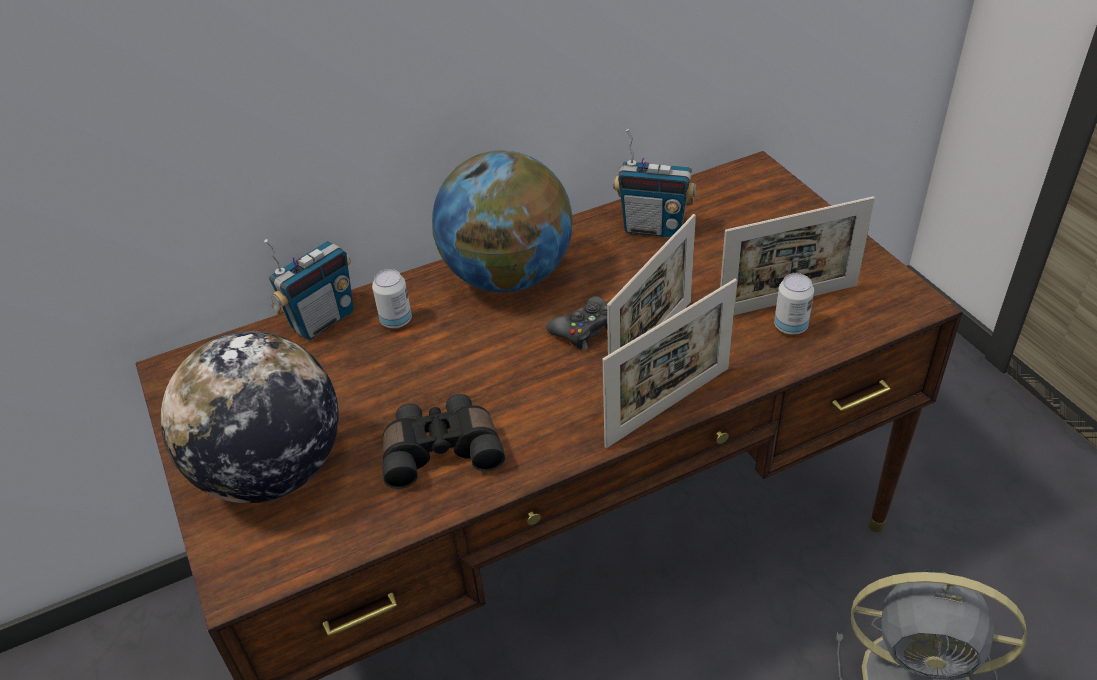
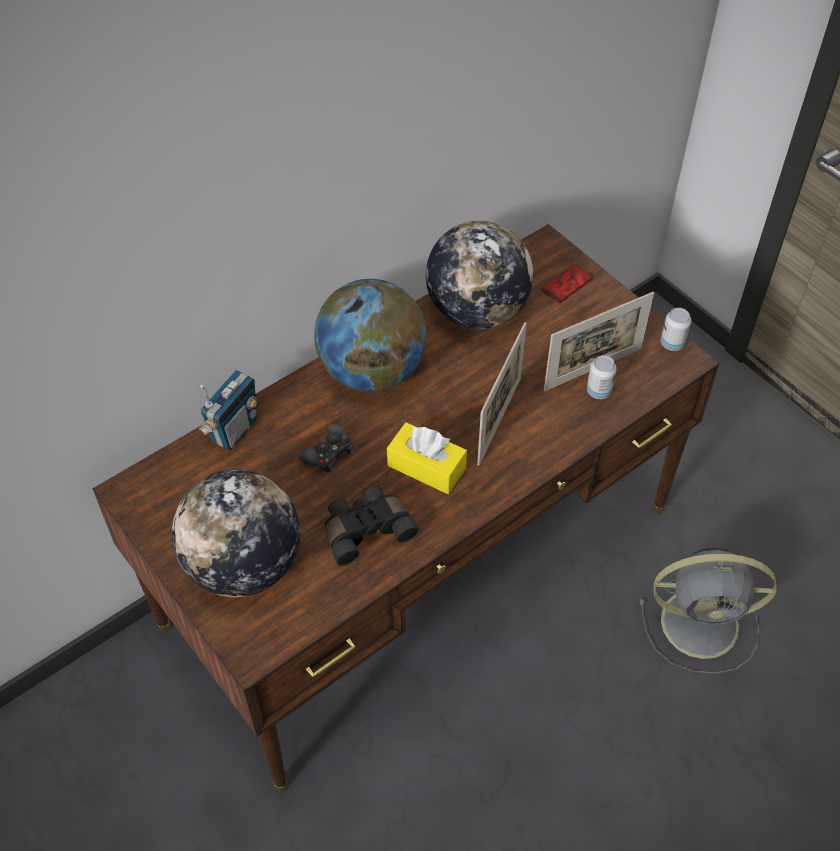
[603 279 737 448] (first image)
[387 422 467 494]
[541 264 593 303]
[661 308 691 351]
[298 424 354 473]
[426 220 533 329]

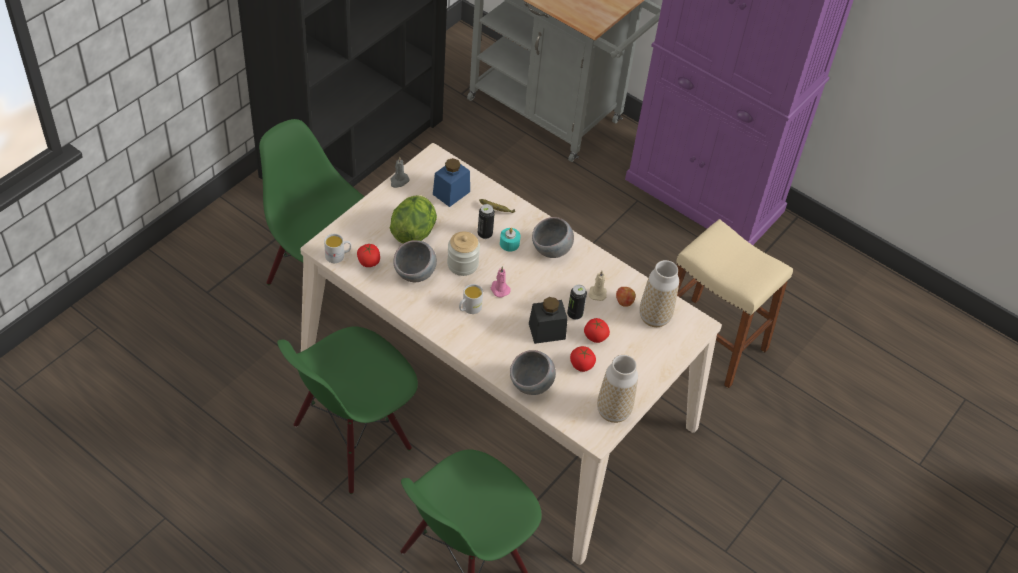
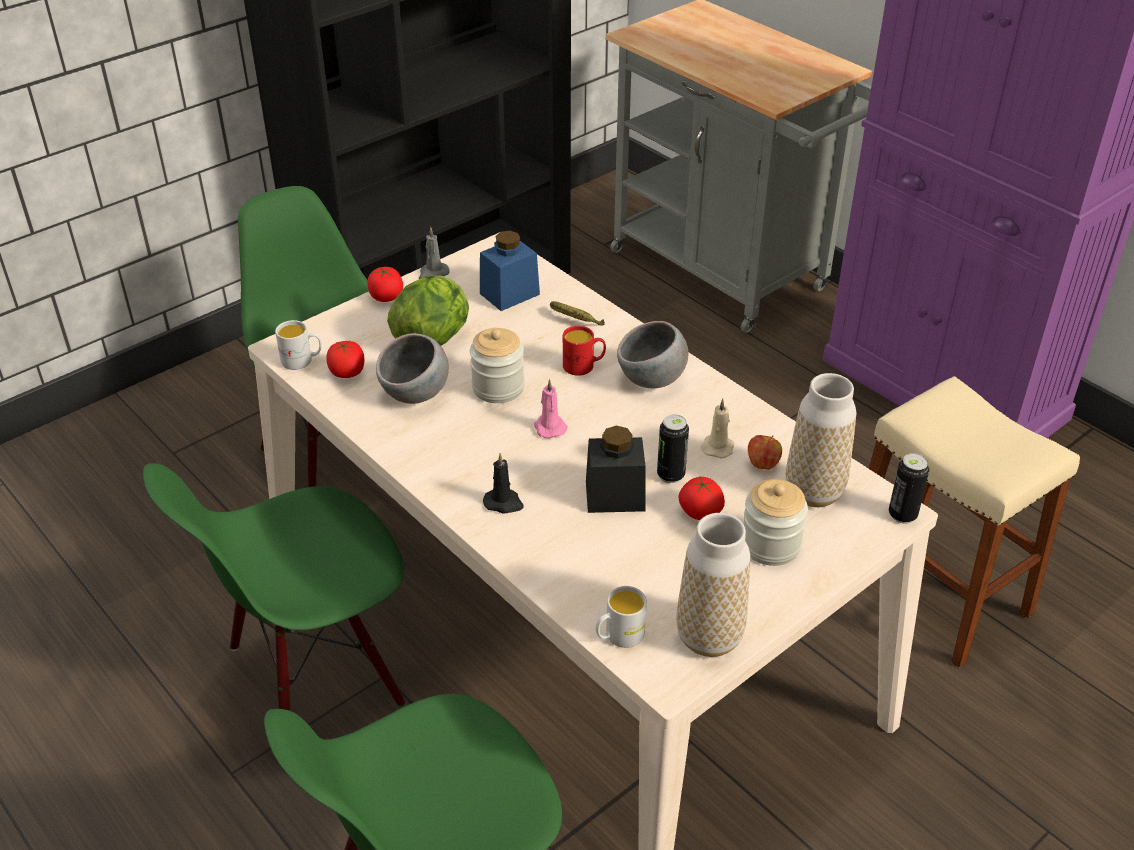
[510 350 556 395] (first image)
[483 453 524 514]
[744 479 808 566]
[596 586 647 648]
[889 453 929 524]
[367 267 403 302]
[563 326 606 376]

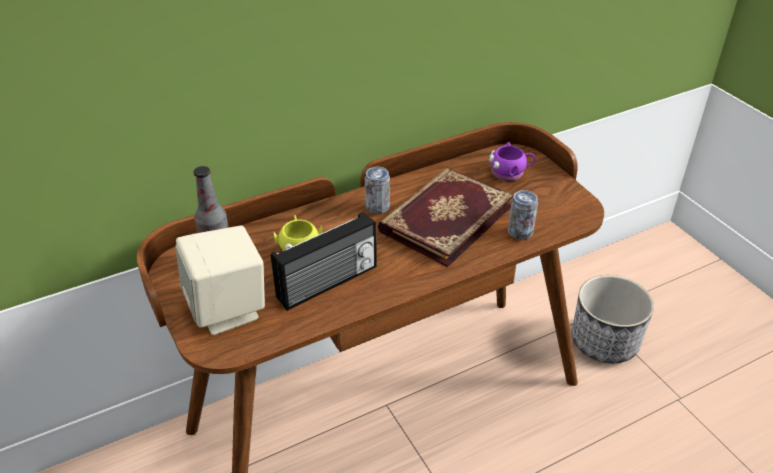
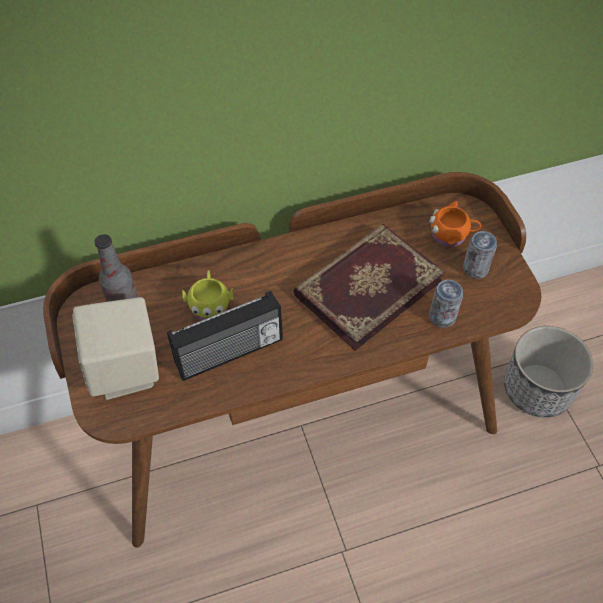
[463 231 497 278]
[429 201 481 247]

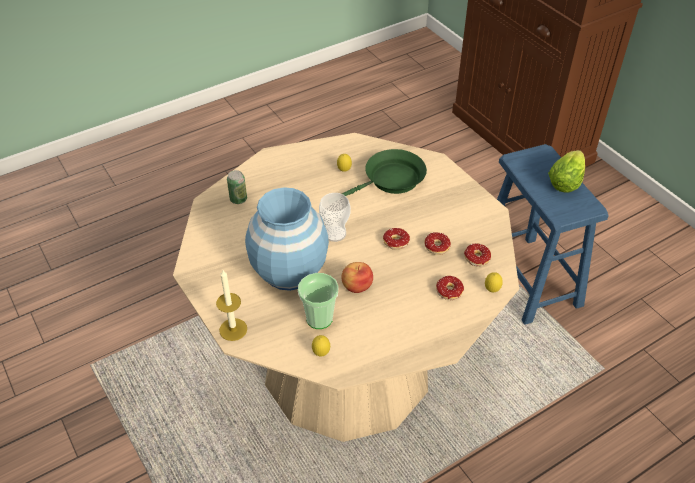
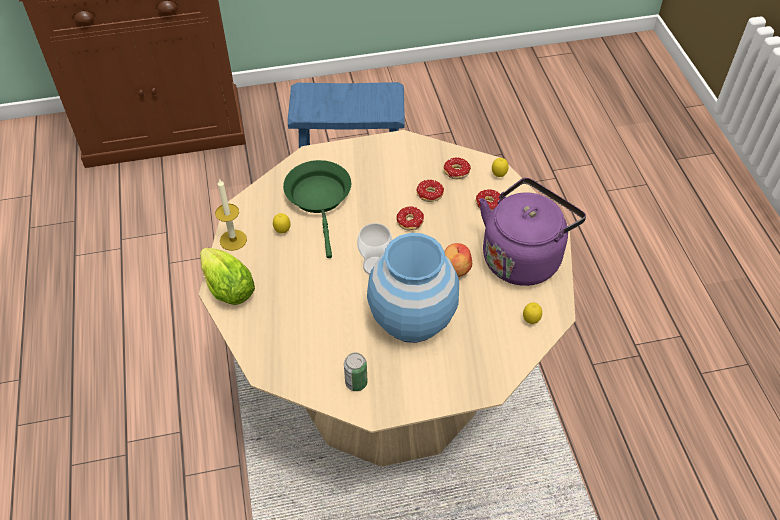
[298 273 338 329] (first image)
[479 178 586 286]
[215 178 247 251]
[344 353 367 391]
[200 248 255 305]

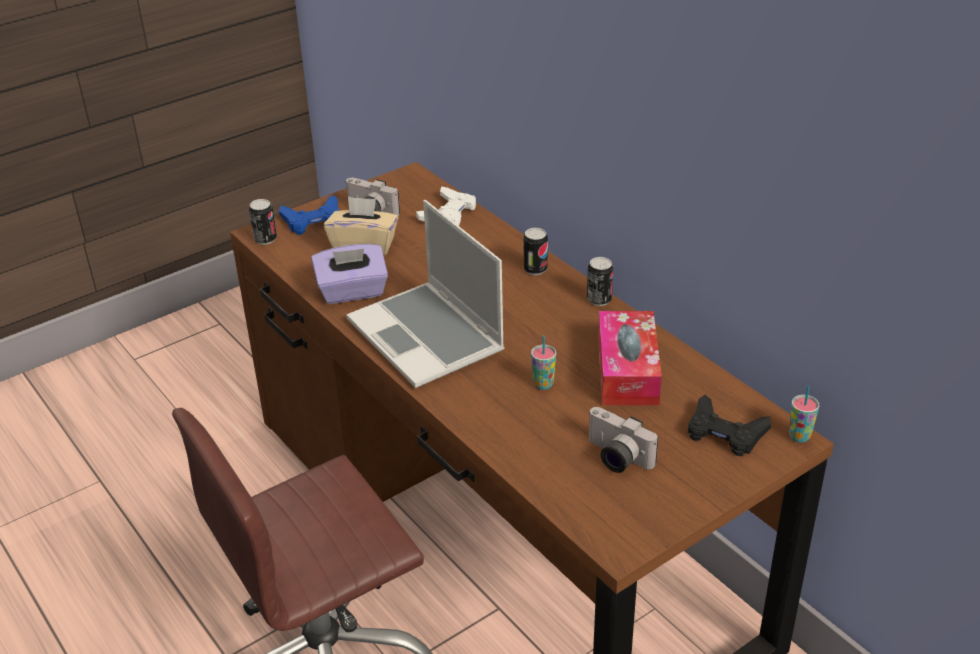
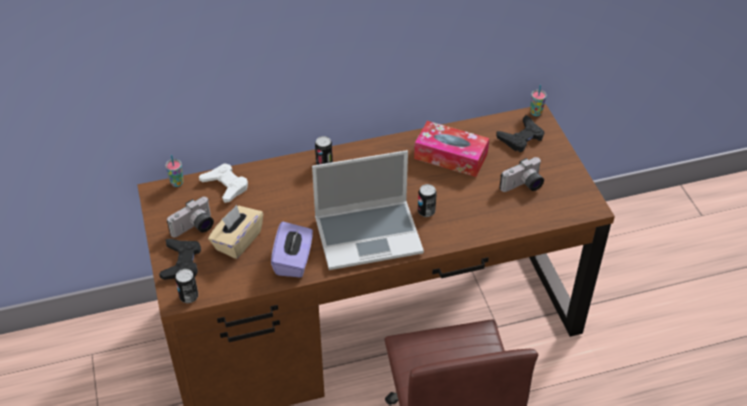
[165 155 183 187]
[418 184 437 217]
[159 238 201 280]

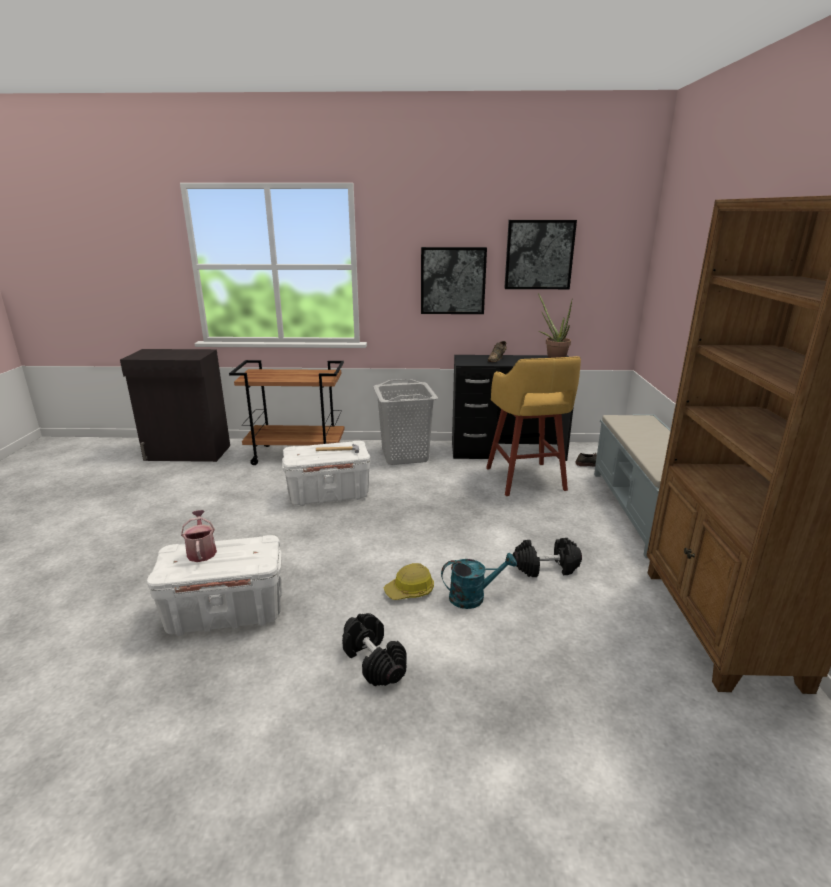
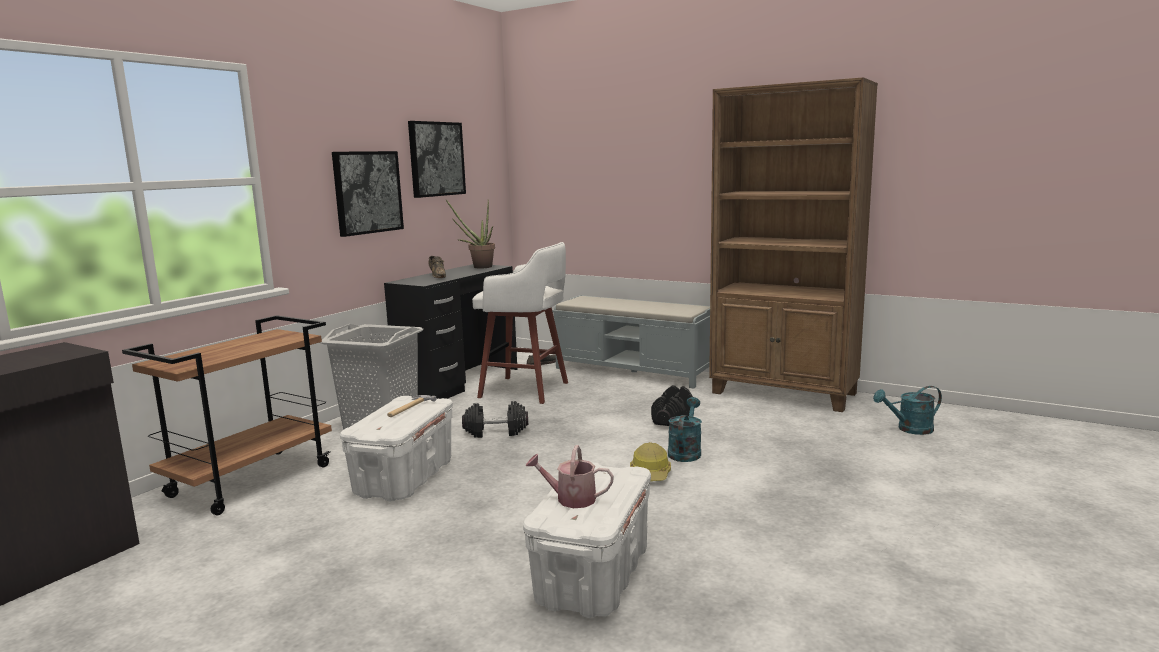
[873 386 942 435]
[462 401 528 438]
[472 242 568 404]

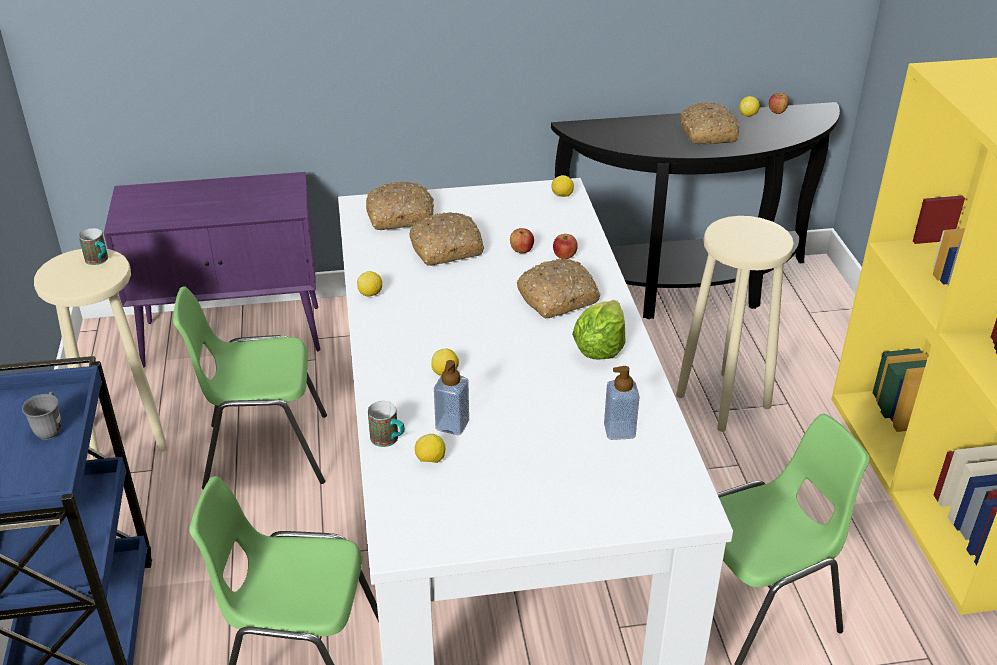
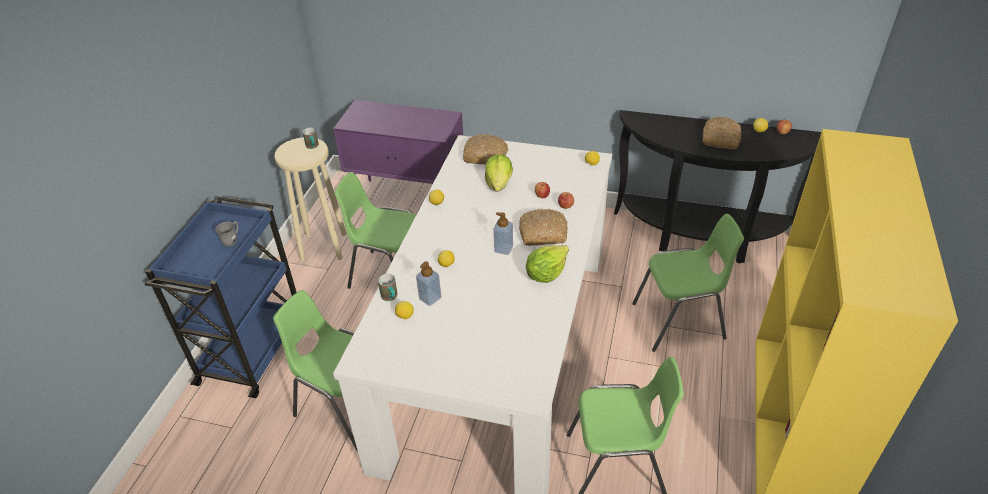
[493 212 513 255]
[485 154 513 191]
[632 214 744 352]

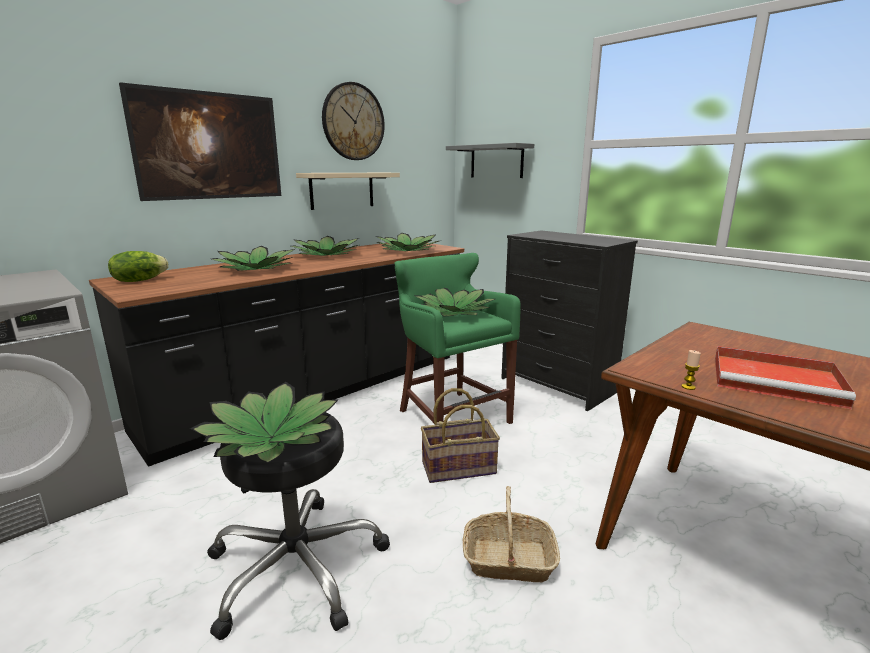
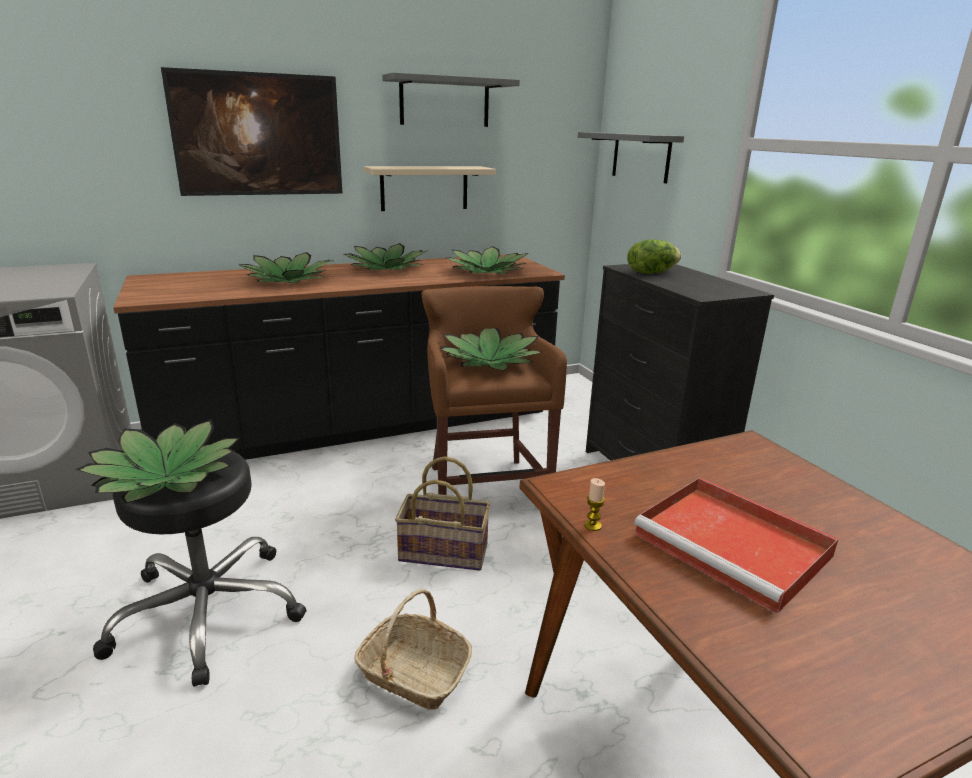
[627 239 681 274]
[382 72 520 127]
[422 286 567 495]

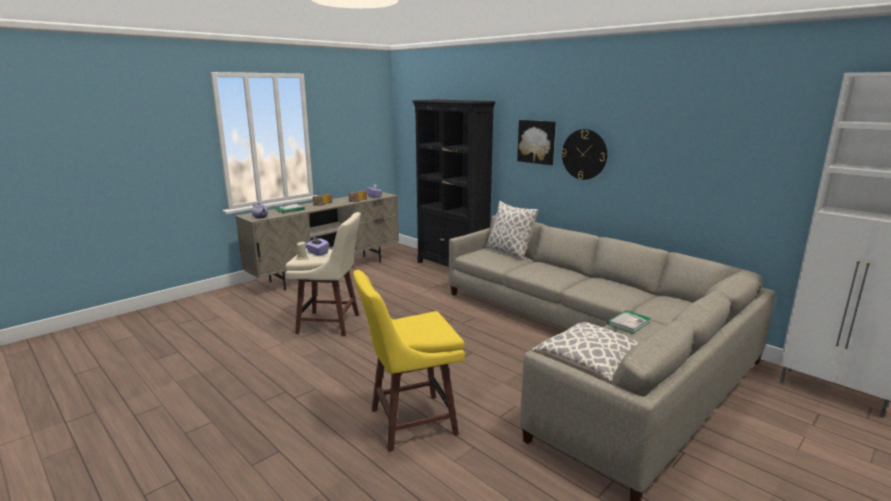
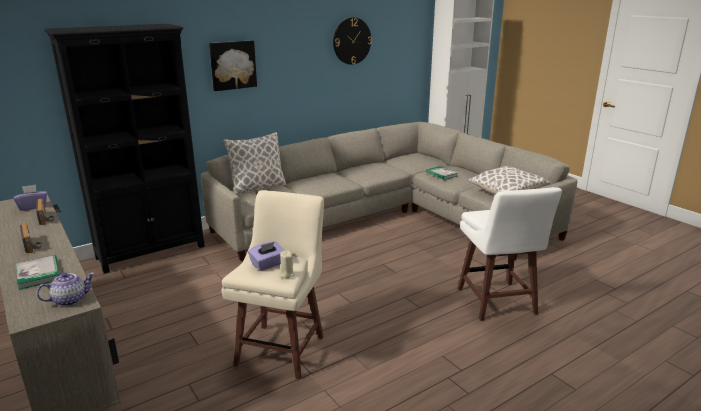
[333 17 372 65]
[457 187 562 321]

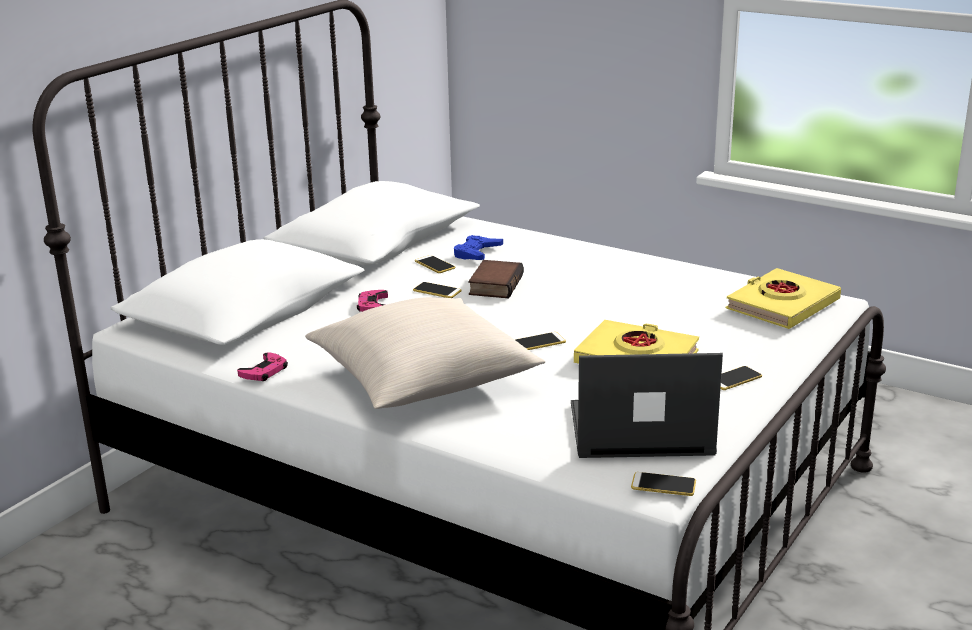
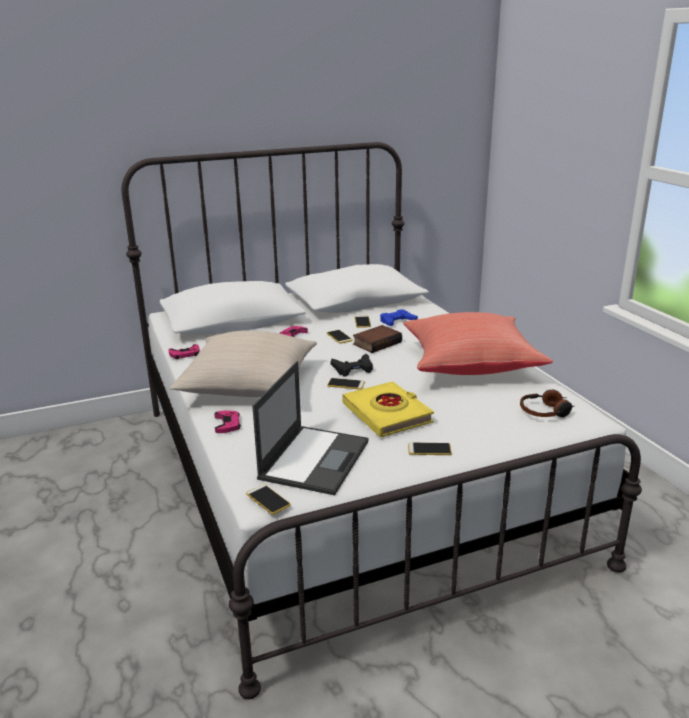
[214 411 241 433]
[331 354 373 376]
[403 312 553 375]
[520 390 575 417]
[252 361 368 495]

